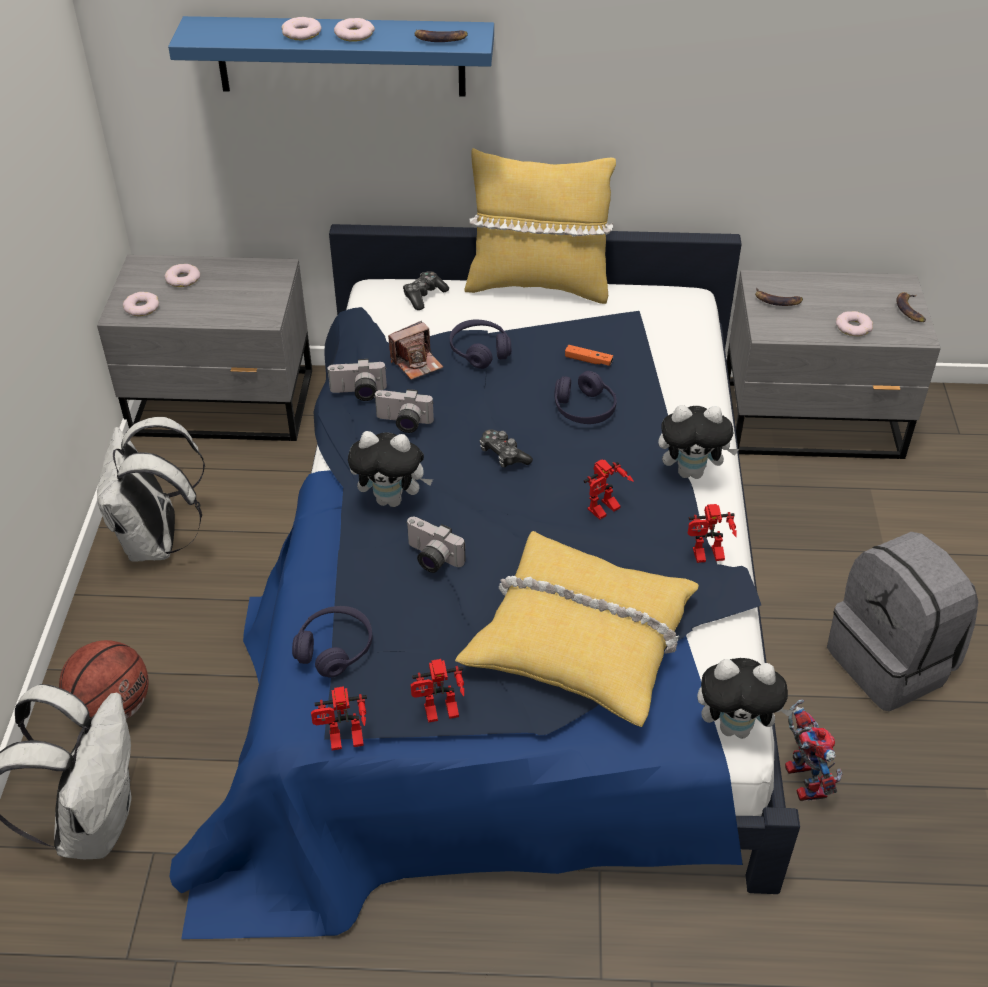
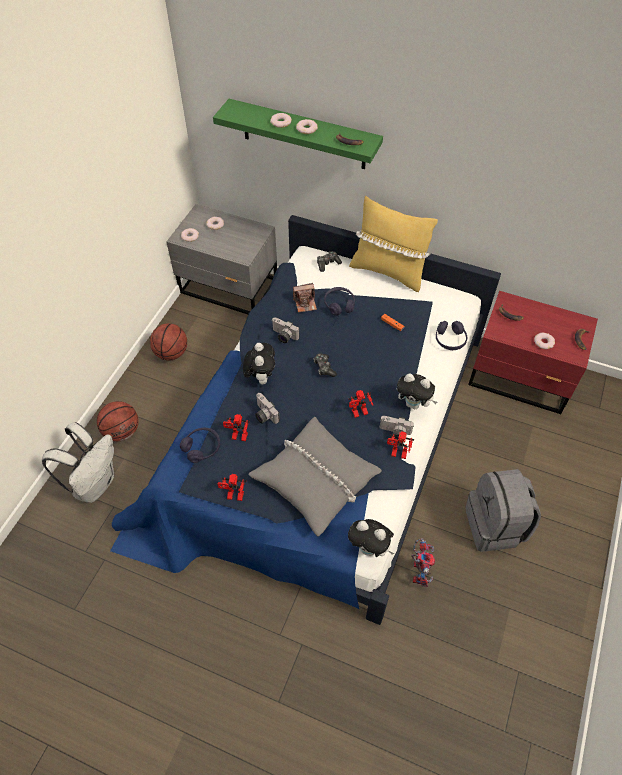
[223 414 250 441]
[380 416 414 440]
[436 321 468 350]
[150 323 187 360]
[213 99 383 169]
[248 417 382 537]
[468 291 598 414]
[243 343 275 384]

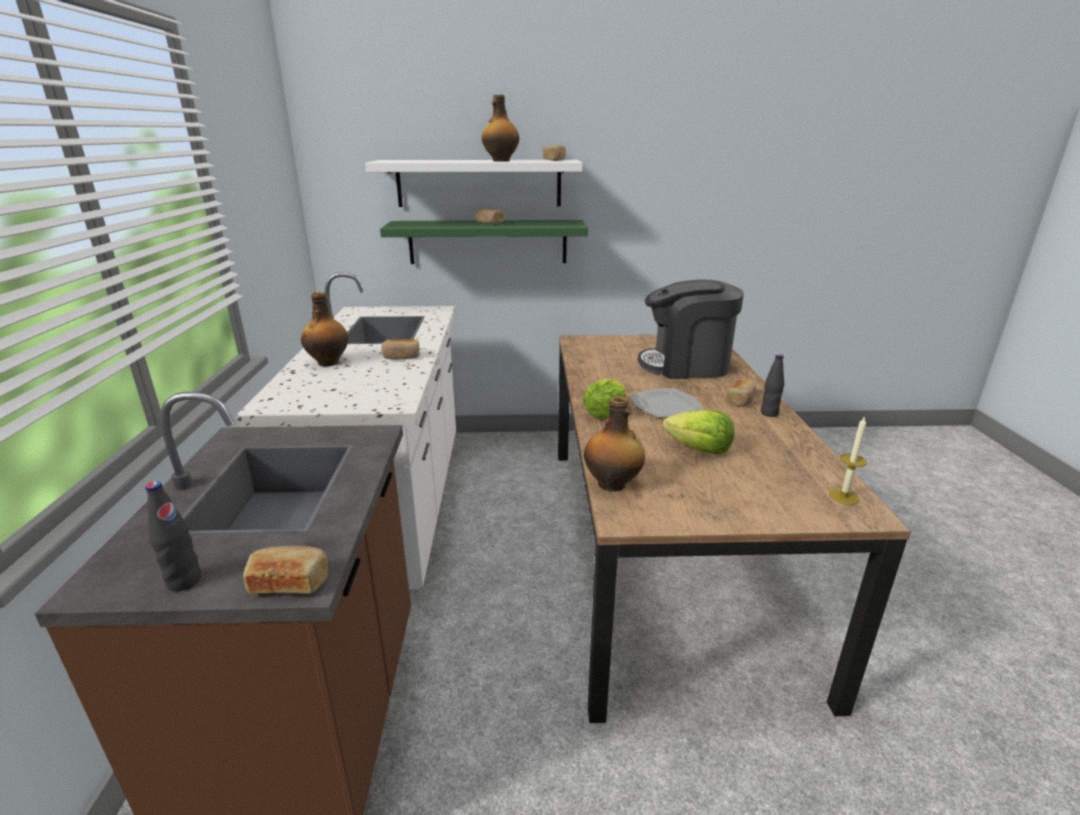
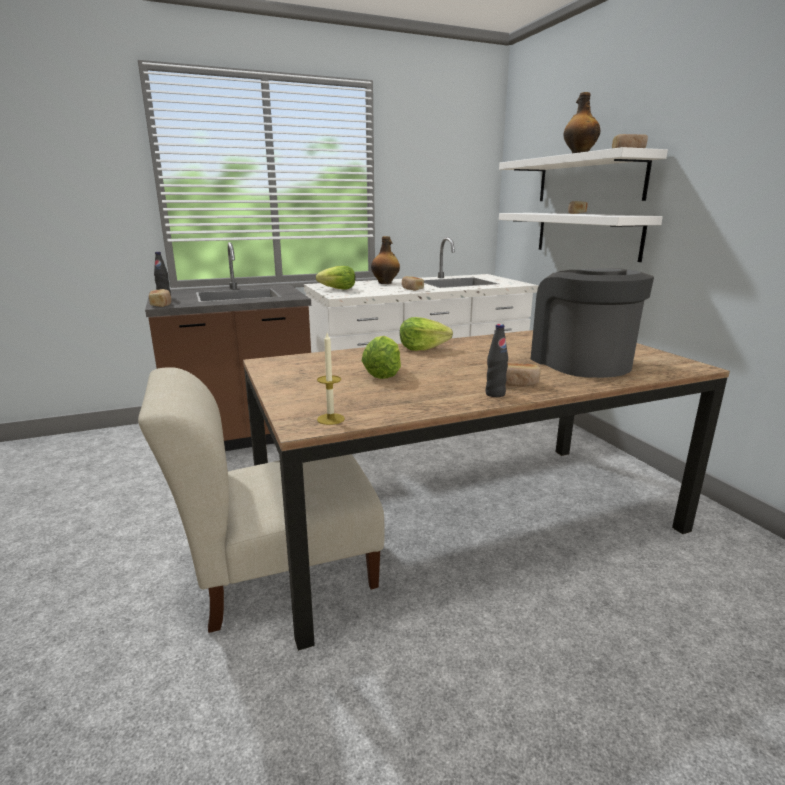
[584 396 645 492] (first image)
[630 388 704 418] (first image)
[138 367 385 633]
[316 266 355 290]
[499 213 663 262]

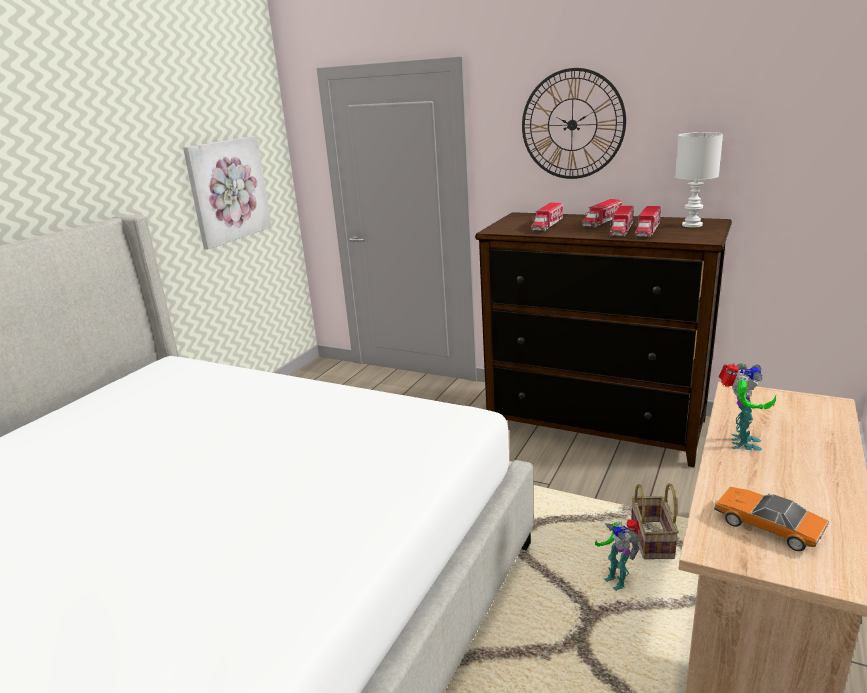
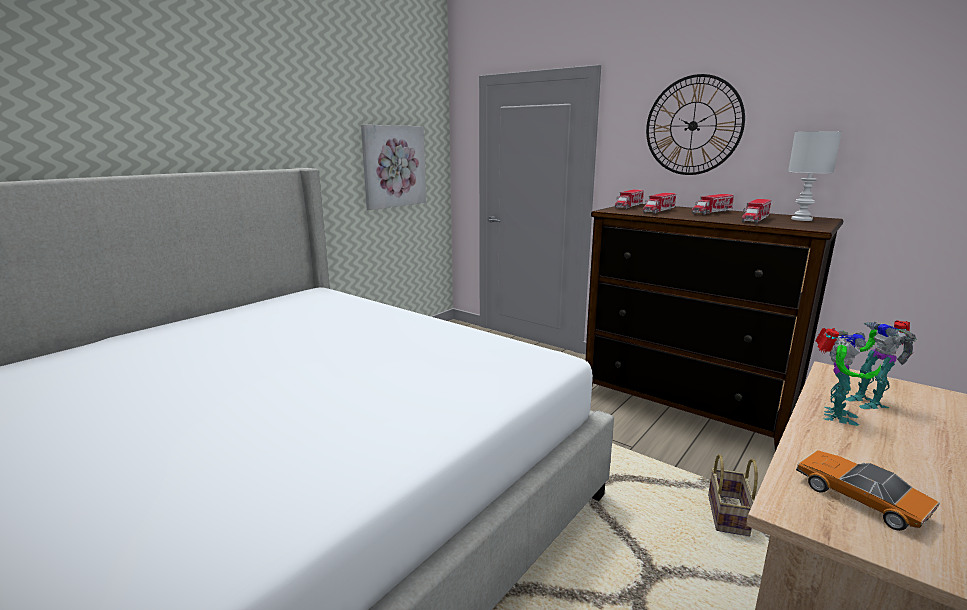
[845 320 917 409]
[615 189 644 210]

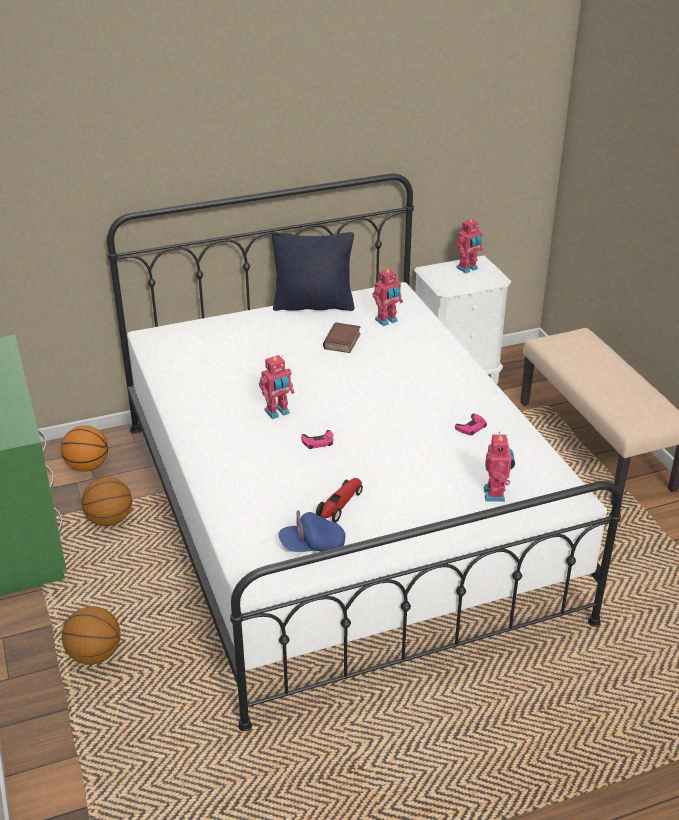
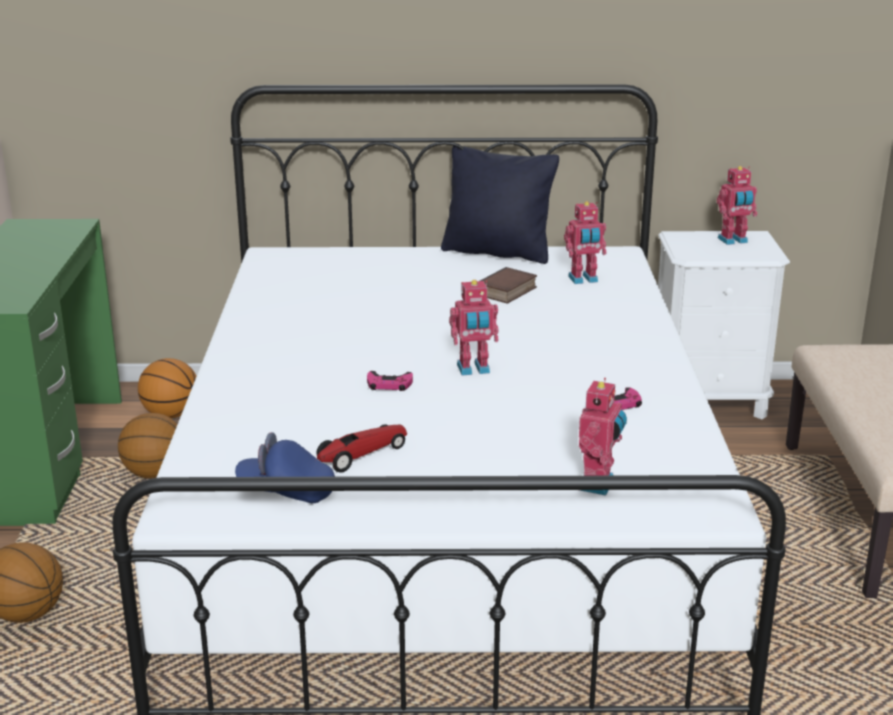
[449 280 499 376]

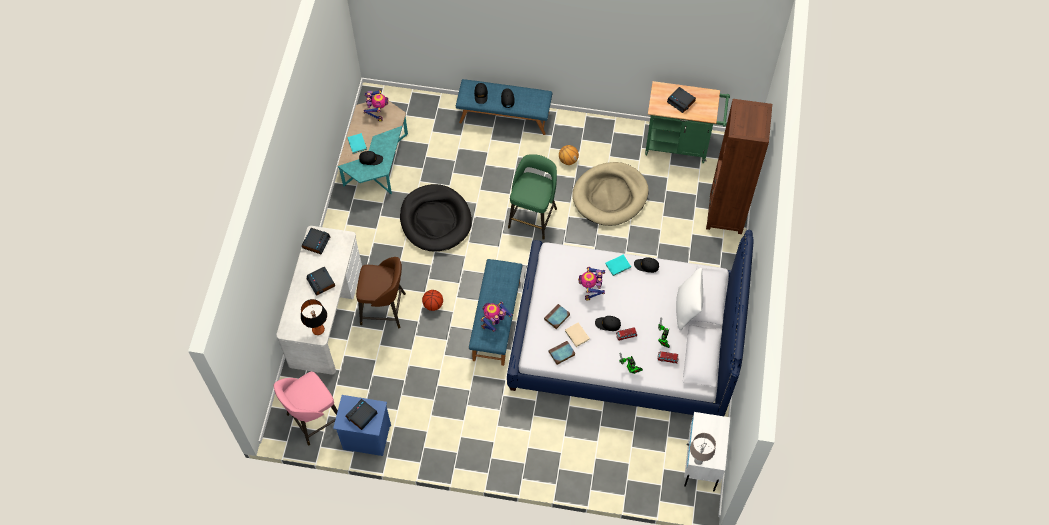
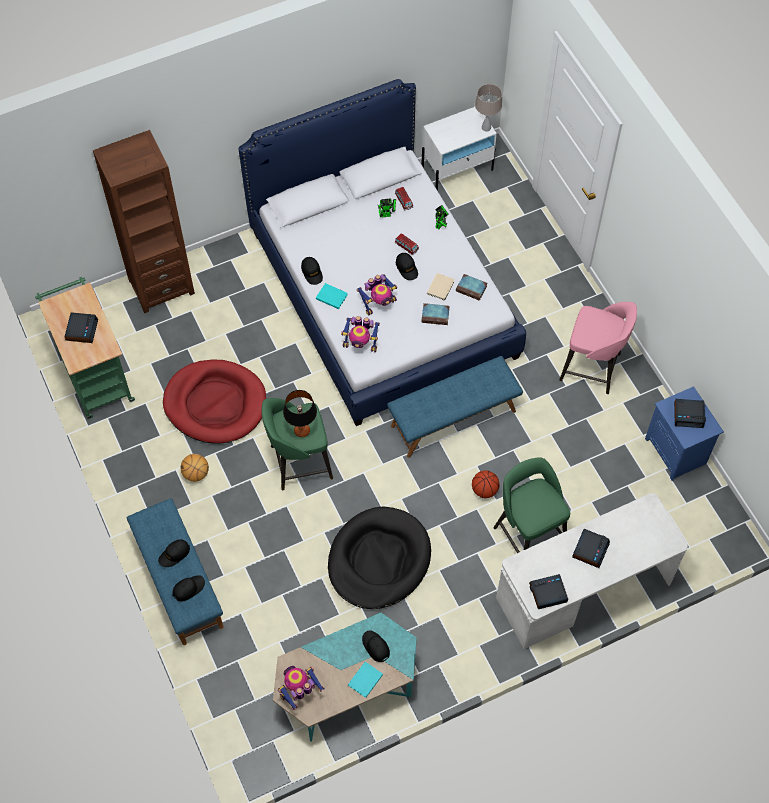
[676 268 703 330] (first image)
[559 302 637 394]
[283 390 317 437]
[341 316 380 352]
[493 458 570 553]
[163 360 266 444]

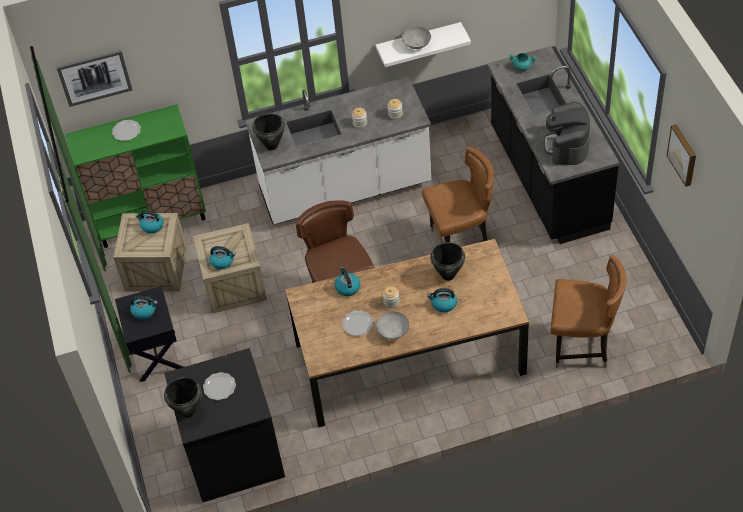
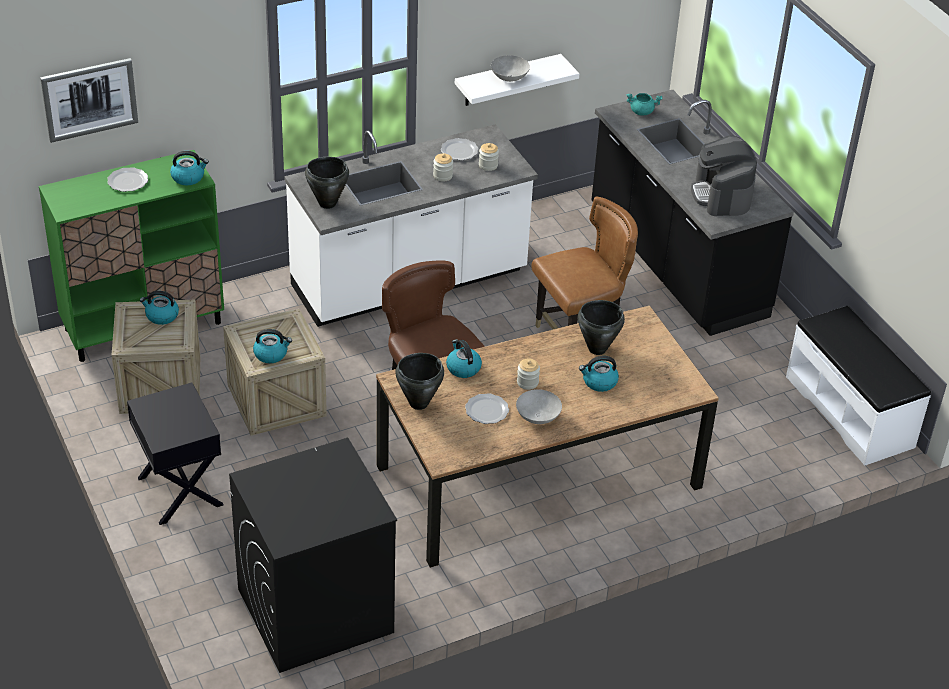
[551 255 626 368] (first image)
[666 124 696 187] (first image)
[786 306 931 466]
[170 151 209 185]
[396 353 444 410]
[441 138 478 160]

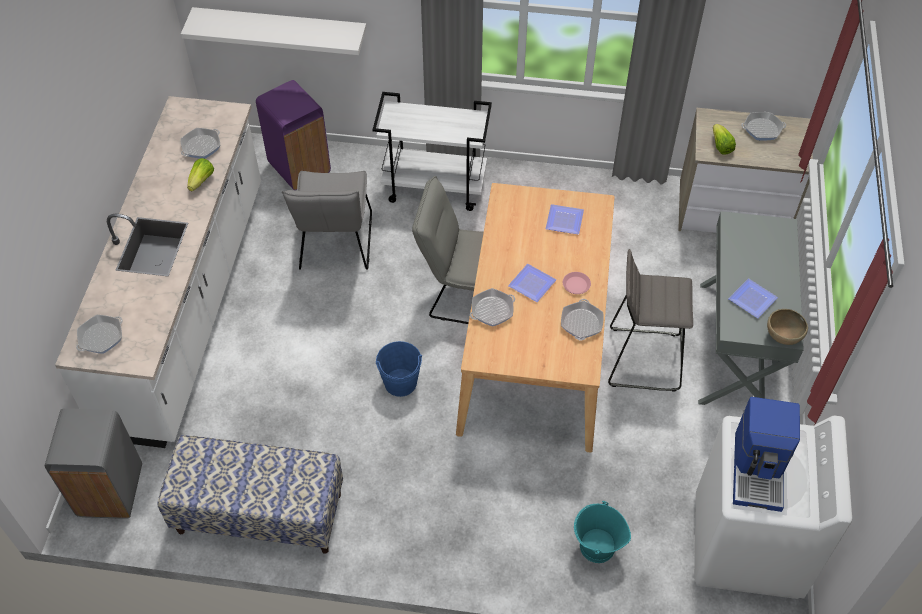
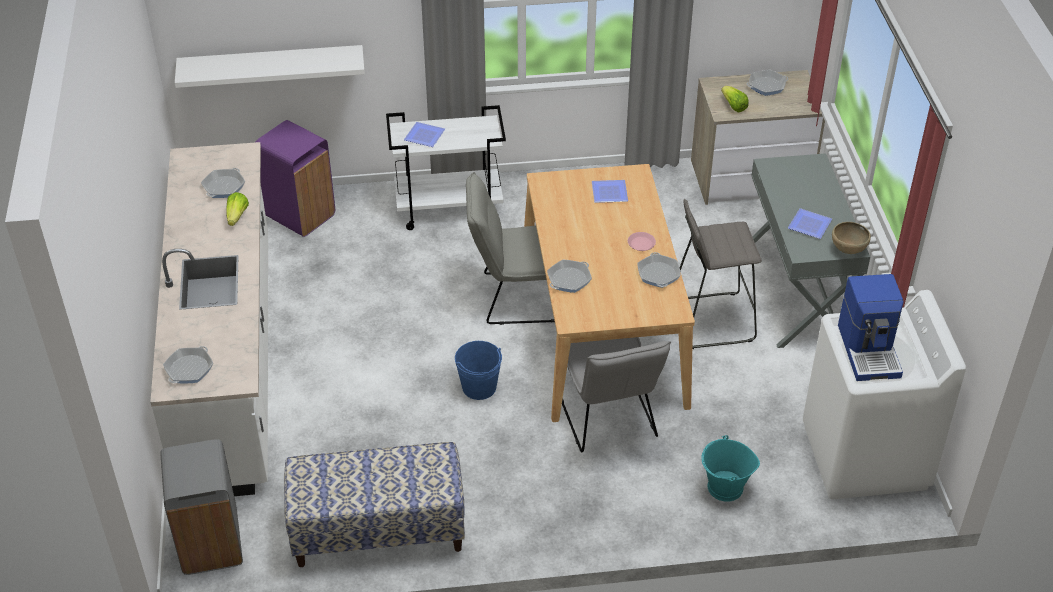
[562 337 671 452]
[404 122 445 147]

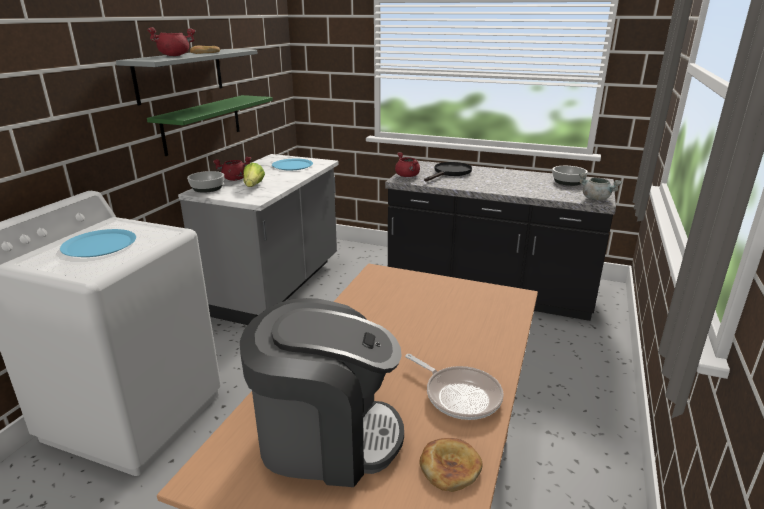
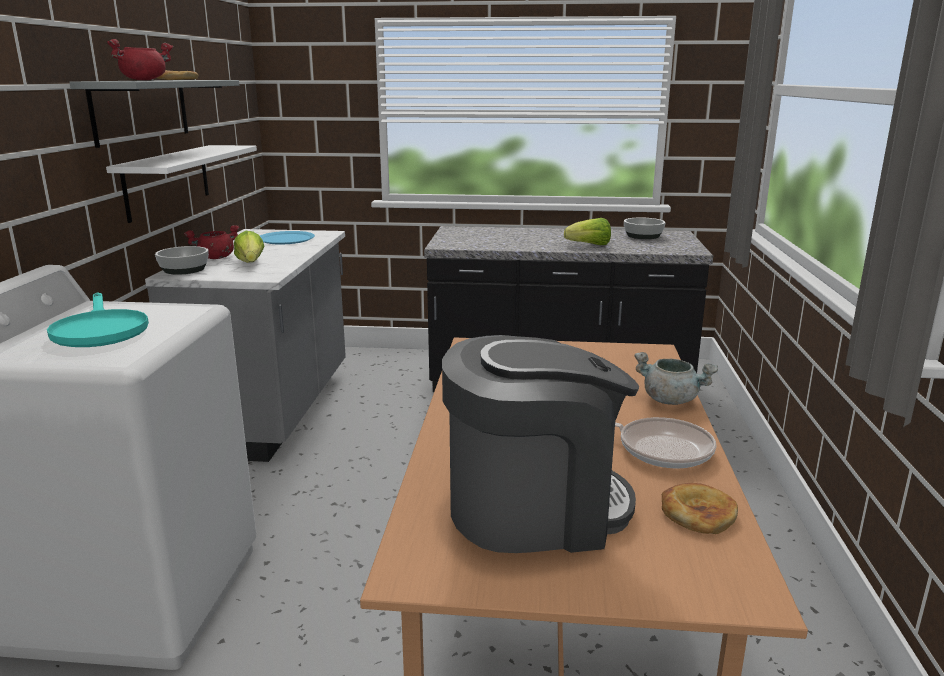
[395 152 420 177] (first image)
[424 162 472 182] (first image)
[564 218 611 245]
[634 352 718 405]
[47 292 149 347]
[106 145 257 223]

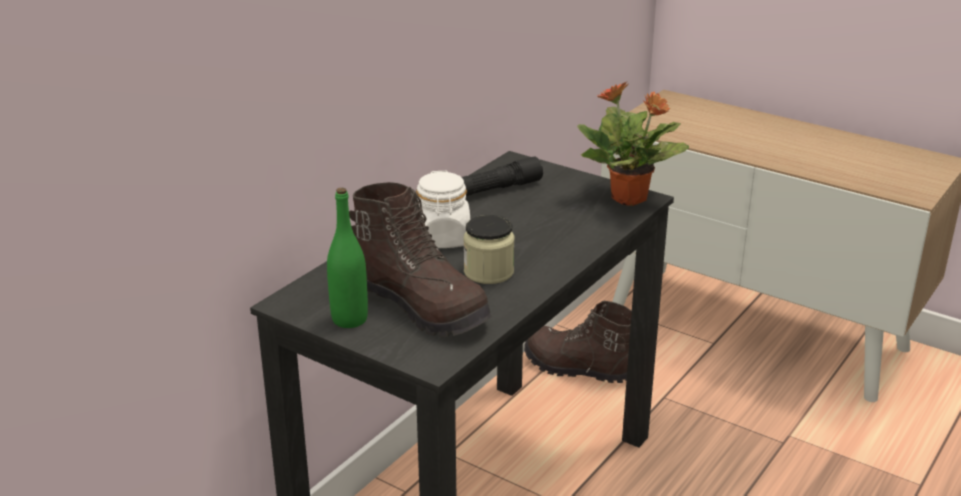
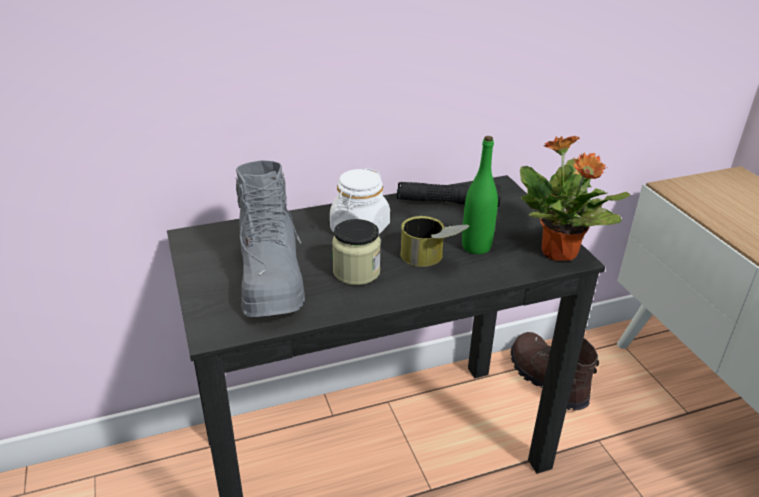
[400 216 469 267]
[462 136 498 254]
[236 160 305 317]

